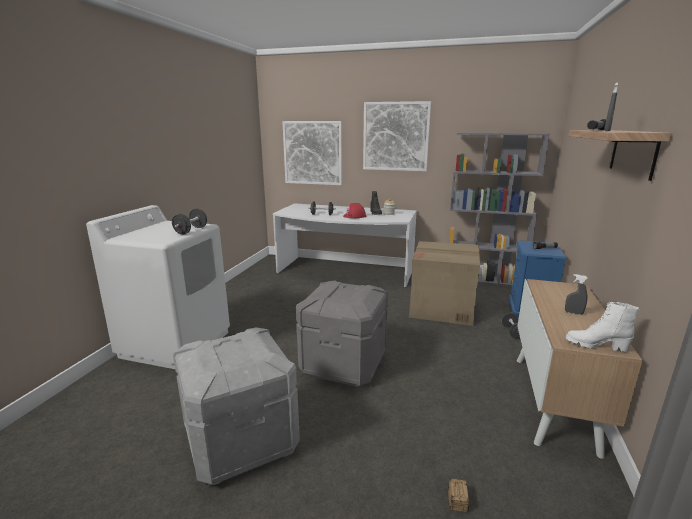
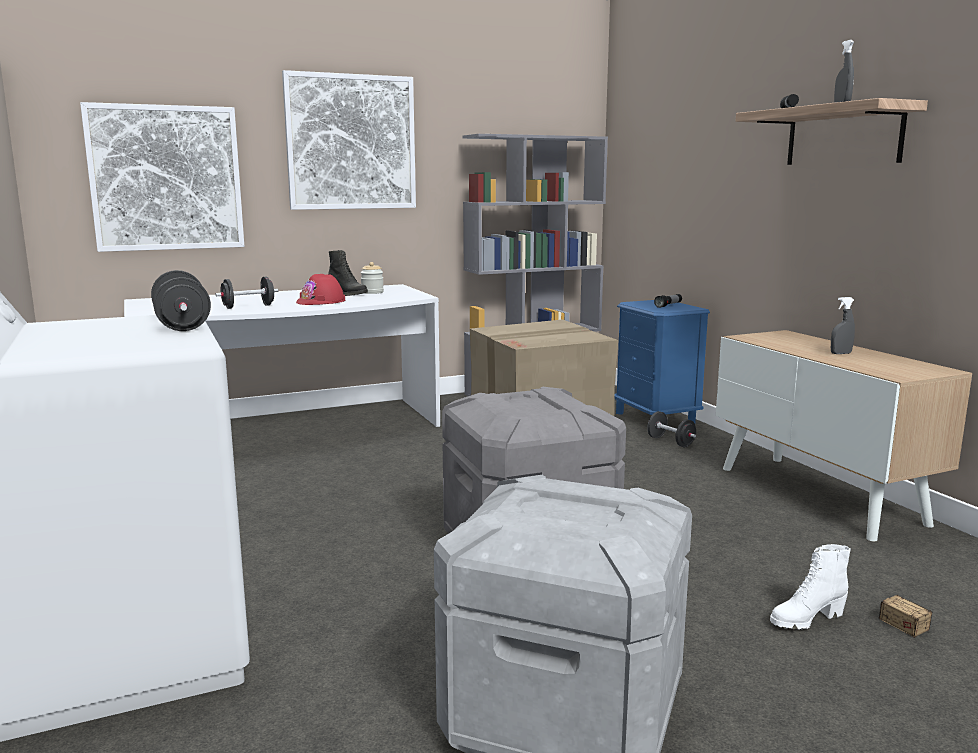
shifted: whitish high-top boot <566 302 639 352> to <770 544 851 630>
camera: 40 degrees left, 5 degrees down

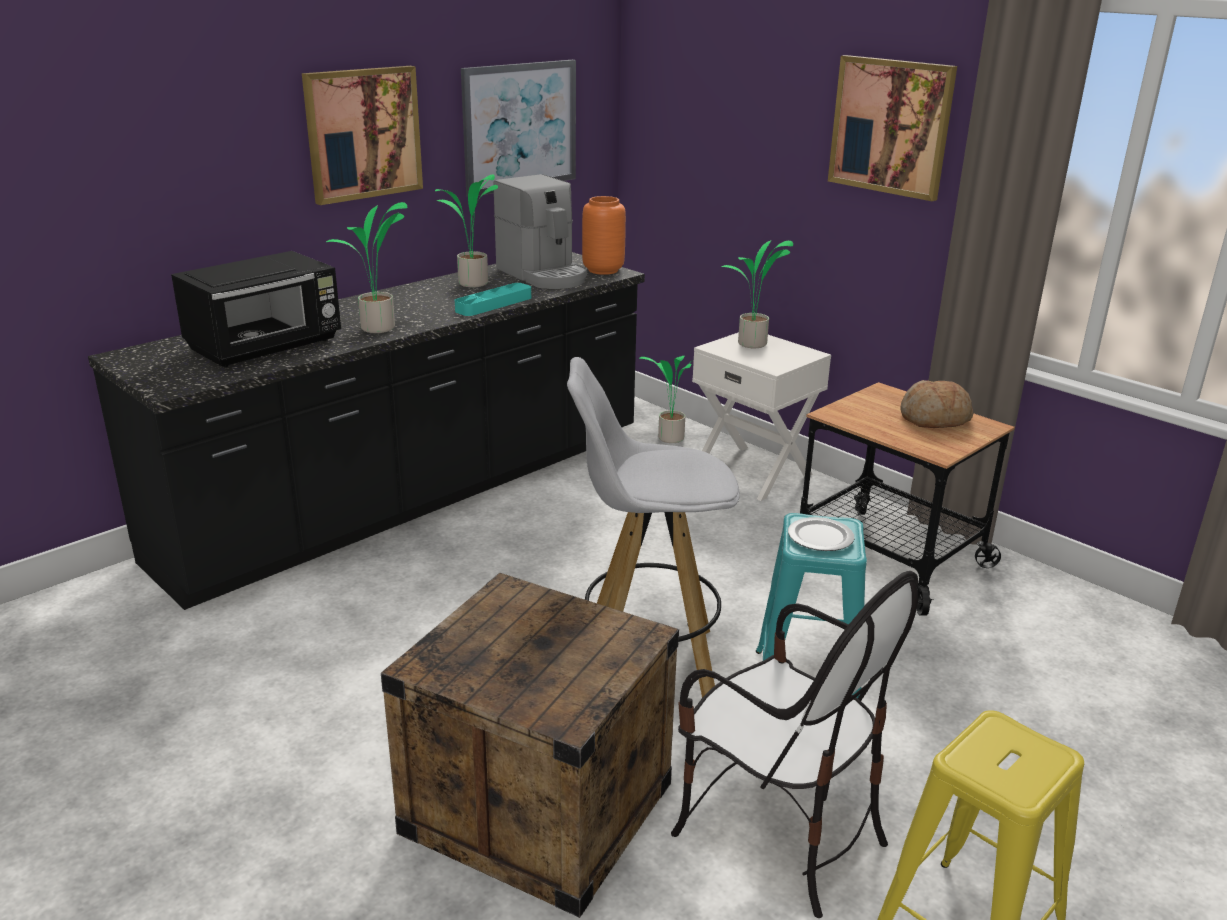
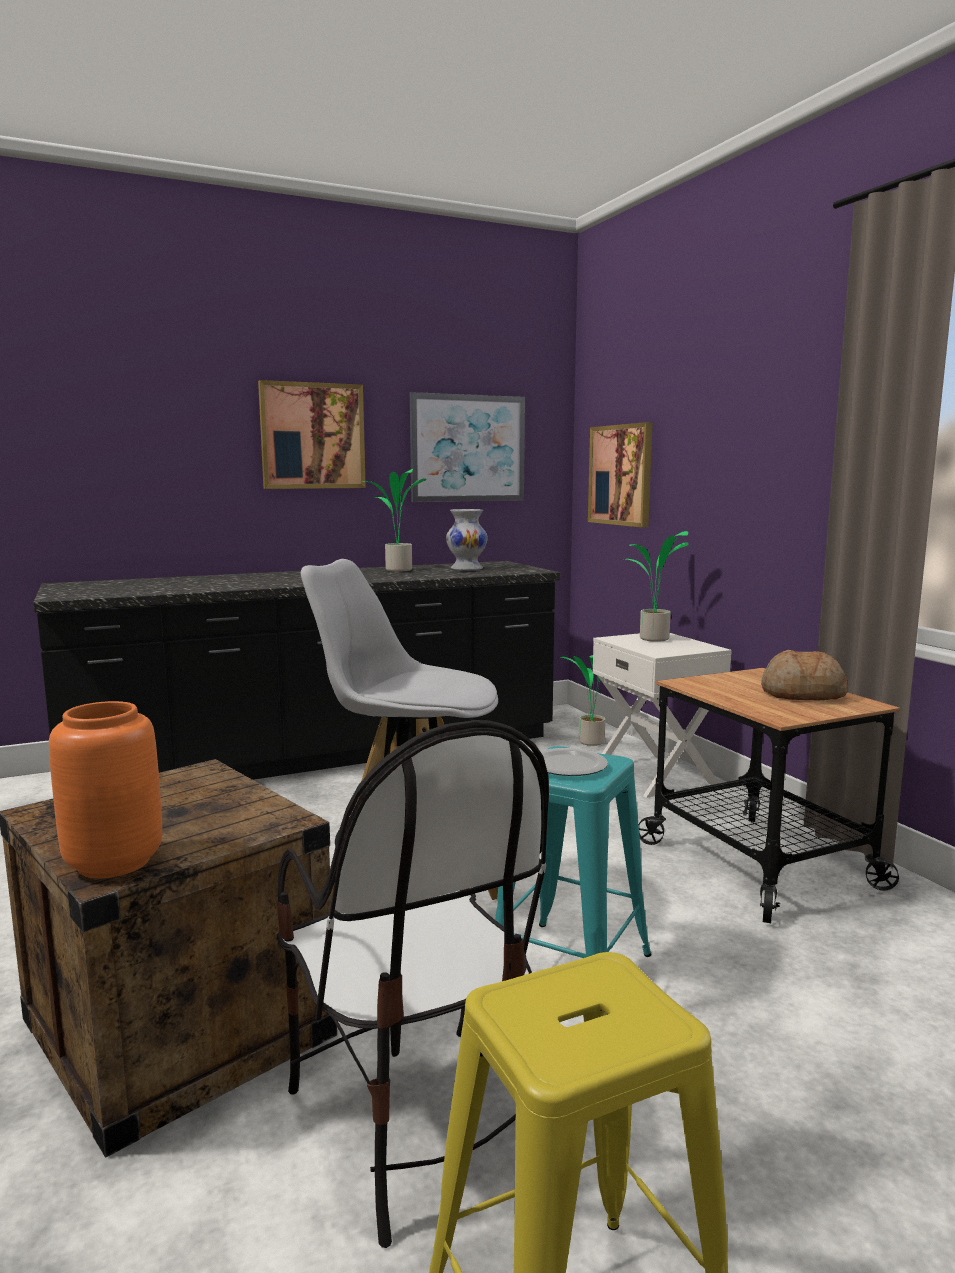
gone: black-coloured microwave <171 251 341 367>; plant in a pot <326 202 407 333>; turquoise tray <455 283 531 316>
shifted: orangey flower vase <582 196 626 275> to <49 701 162 878>; wall art <828 55 957 201> to <588 422 653 528>
swapped: coffee maker <494 174 587 289> to whitish flower vase <446 509 488 570>
camera: 20 degrees right, 15 degrees down

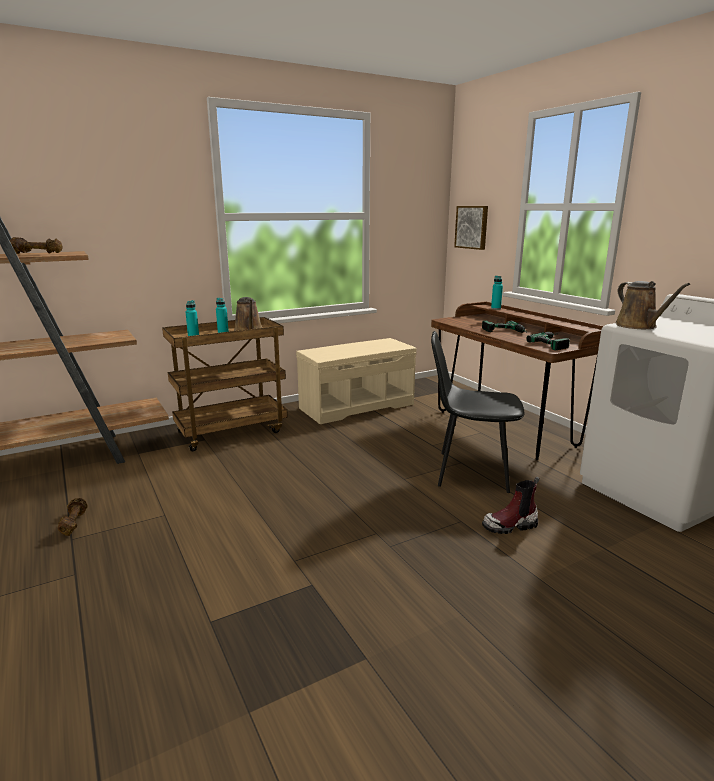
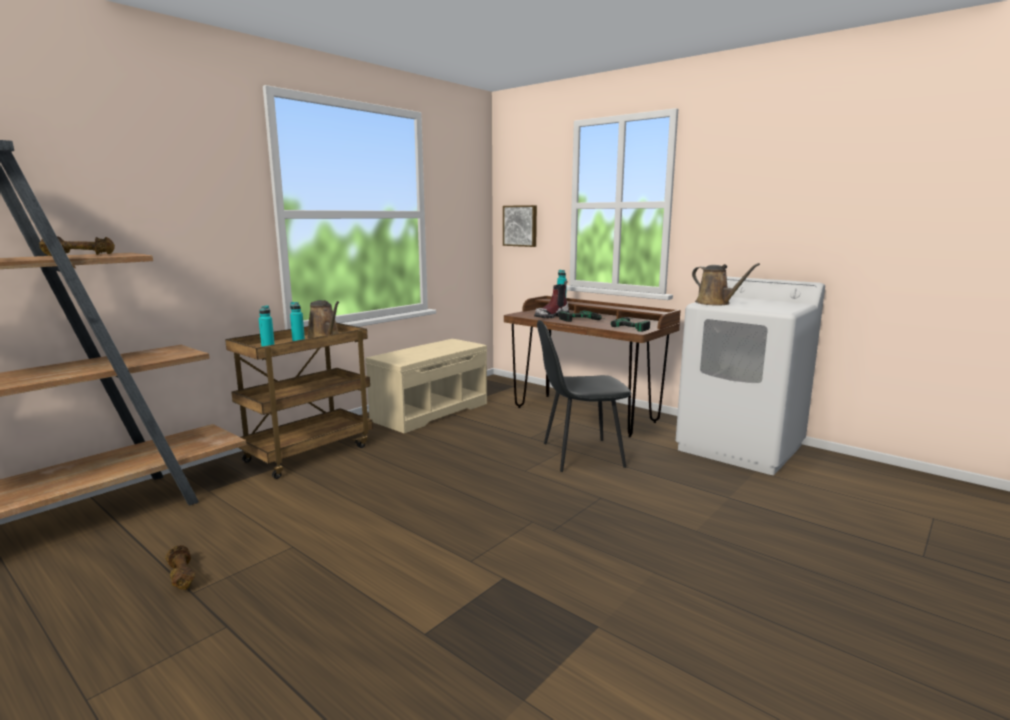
shifted: high-top boot <482 477 540 534> to <534 281 569 318>
camera: 20 degrees left, 5 degrees down

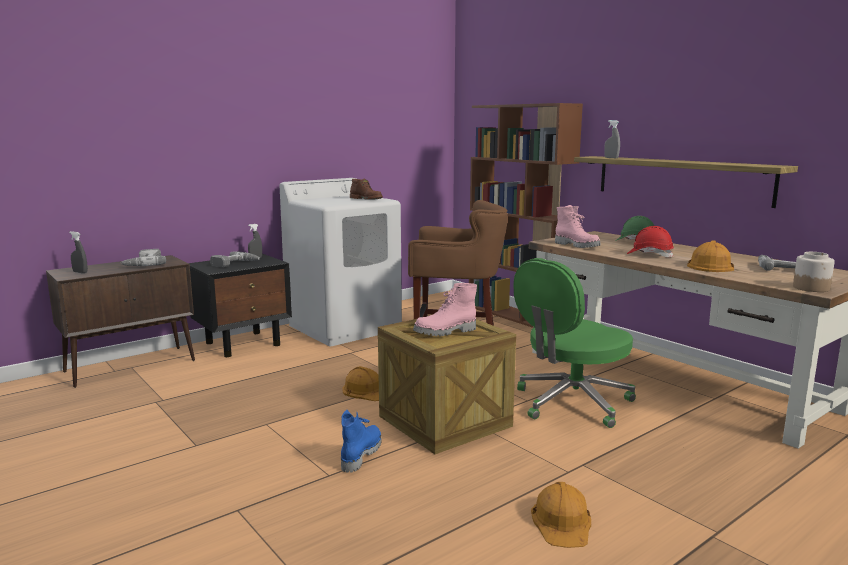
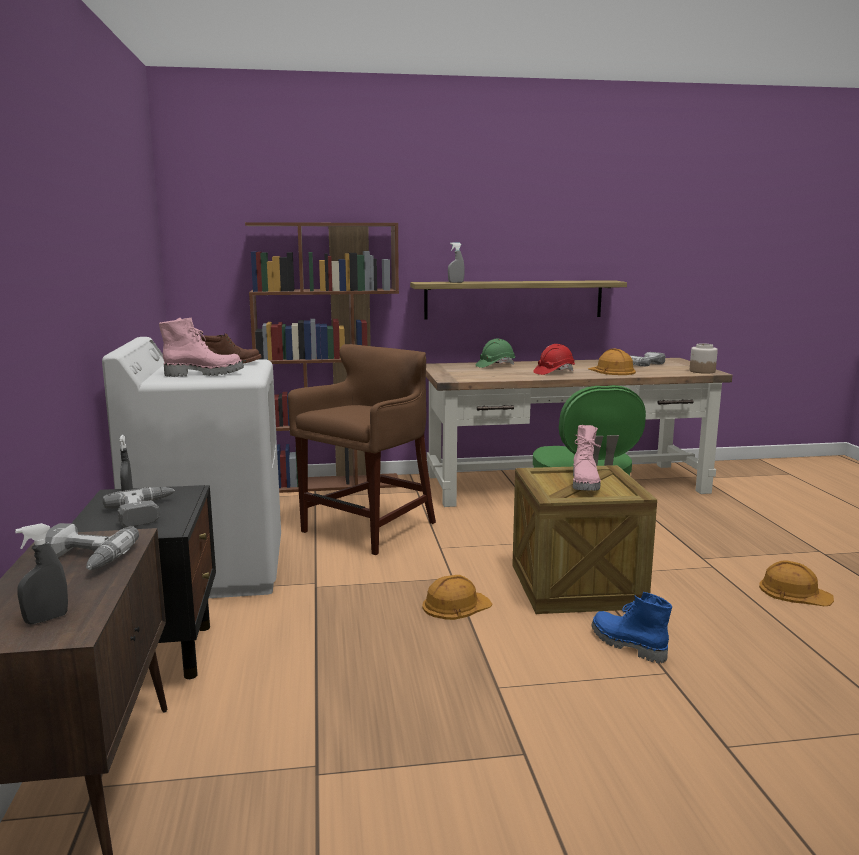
shifted: pink high-top boot <555 205 601 248> to <159 317 244 377>
camera: 60 degrees left, 0 degrees up

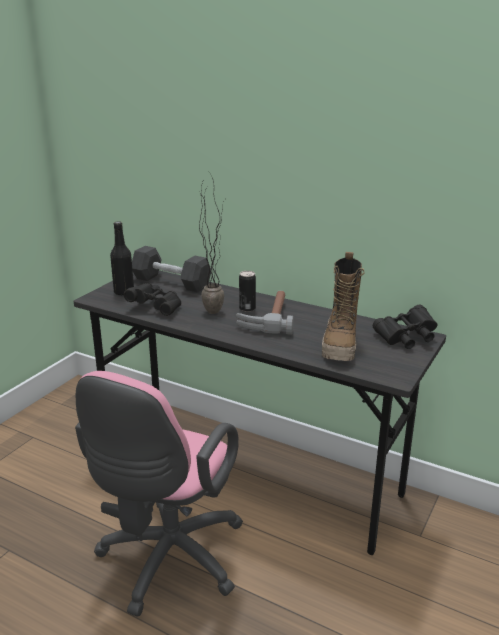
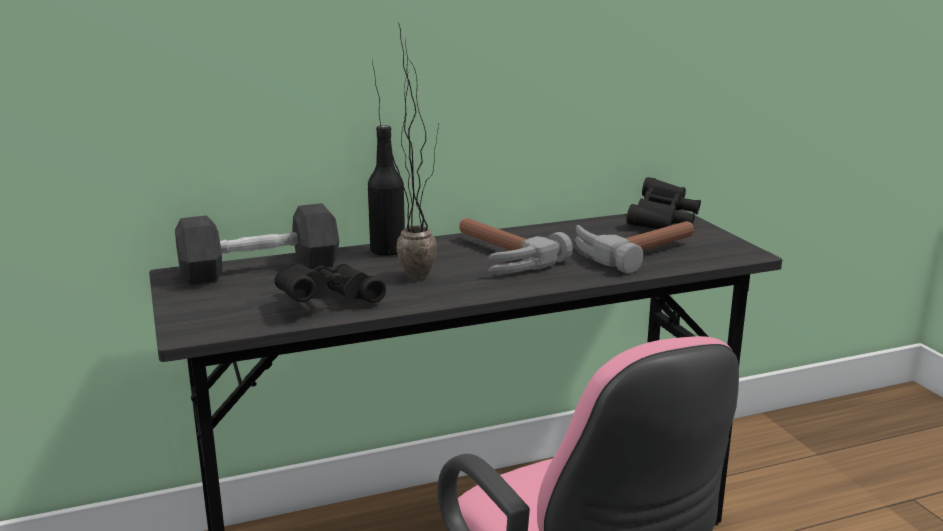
gone: can <239 271 256 312>
shifted: black-coloured bottle <110 221 134 295> to <368 125 405 256>
swapped: high-top boot <322 252 365 361> to hand hammer <575 221 694 274>
camera: 50 degrees left, 5 degrees down

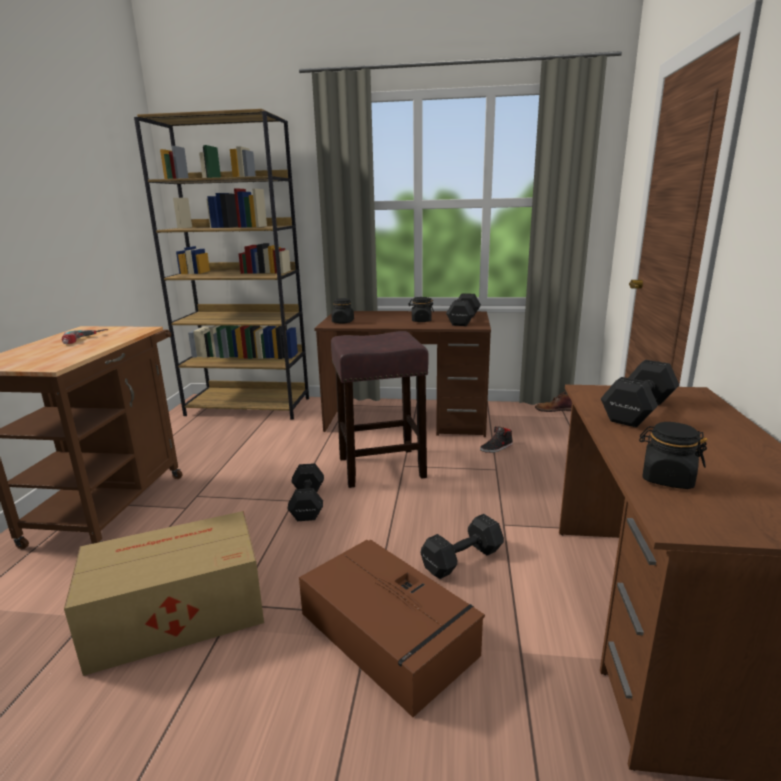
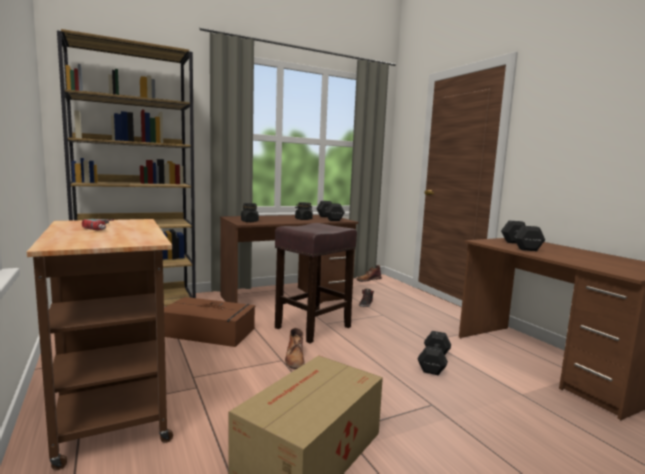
gone: black-coloured jar <639 422 708 489>
shifted: brown storage container <299 540 485 717> to <164 297 256 347>
swapped: black-coloured free weight <287 463 324 521> to brown high-top boot <285 328 305 369>
camera: 35 degrees left, 10 degrees down

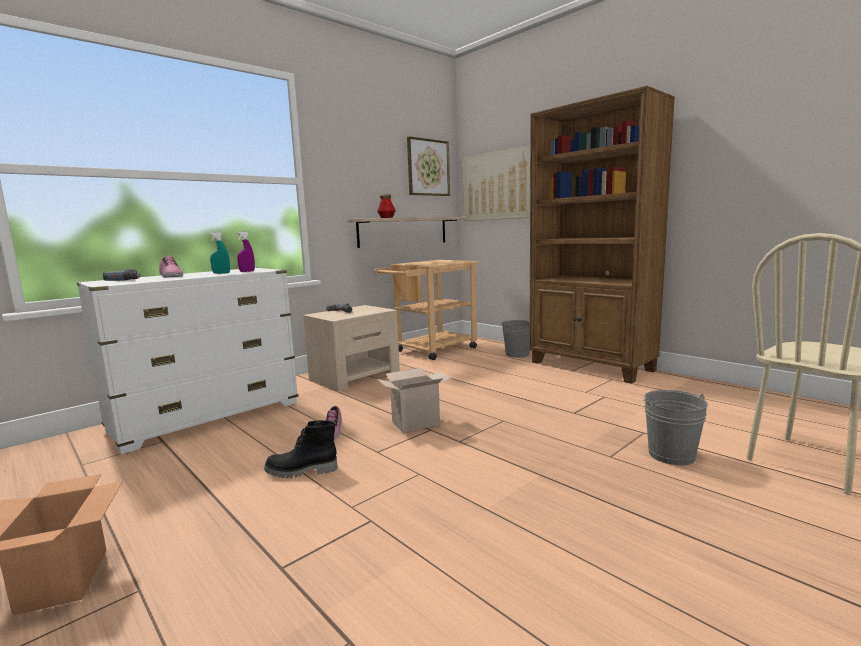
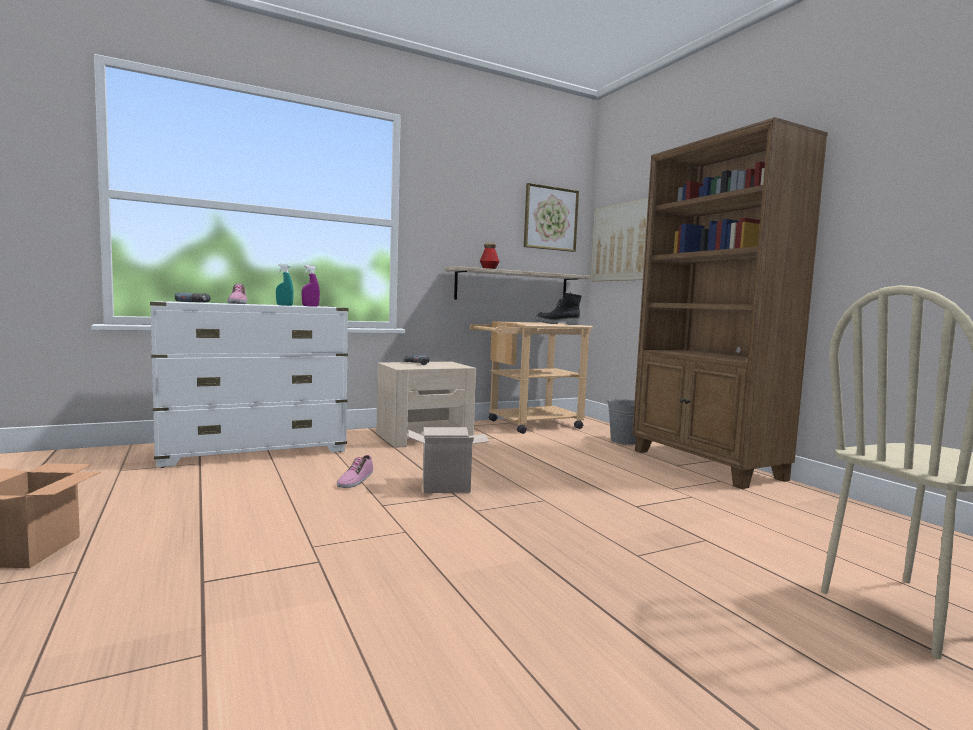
gone: gray bucket <643 390 708 465>
shifted: black-coloured high-top boot <264 420 338 478> to <535 292 581 325>
camera: 15 degrees right, 5 degrees down

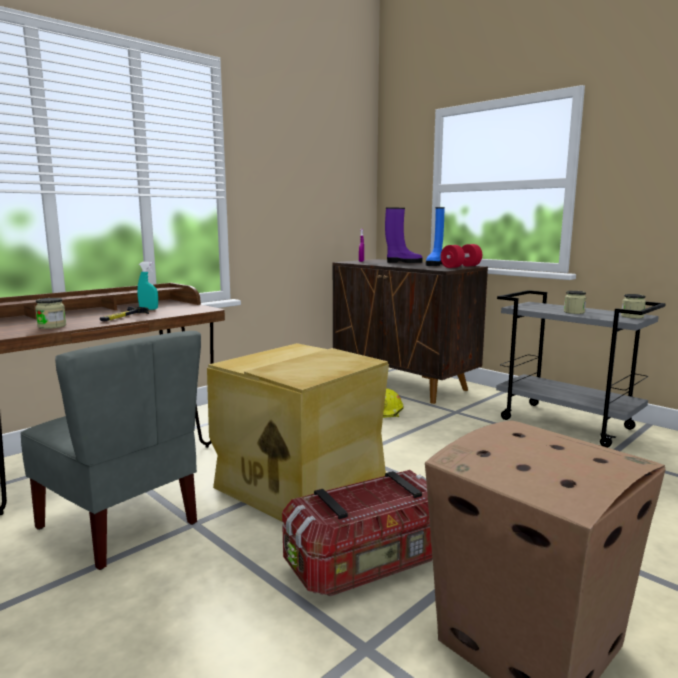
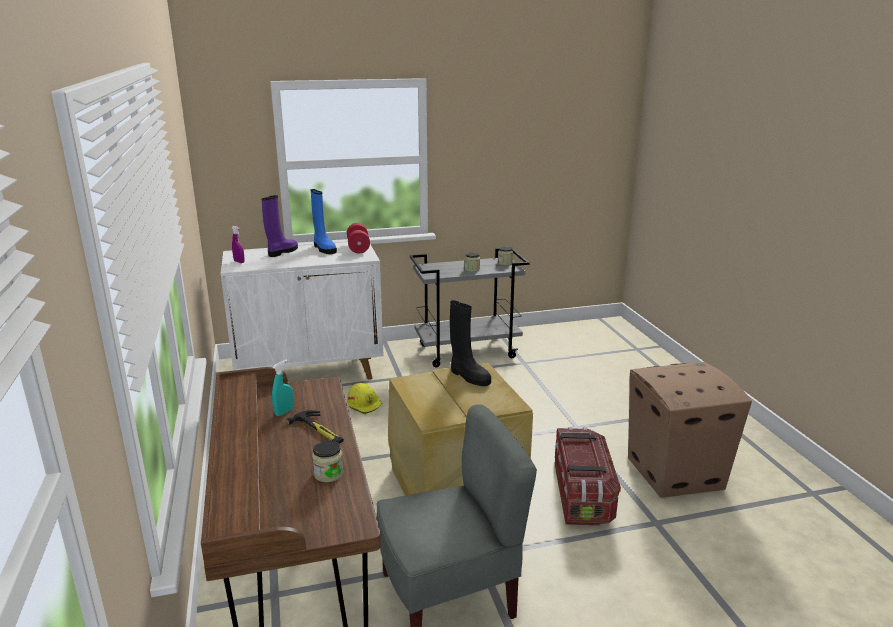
new: black-coloured high-top boot <450 300 491 386>
repainted: brown storage cabinet <333 259 488 404> to whitish storage cabinet <220 242 384 380>
camera: 60 degrees left, 10 degrees up

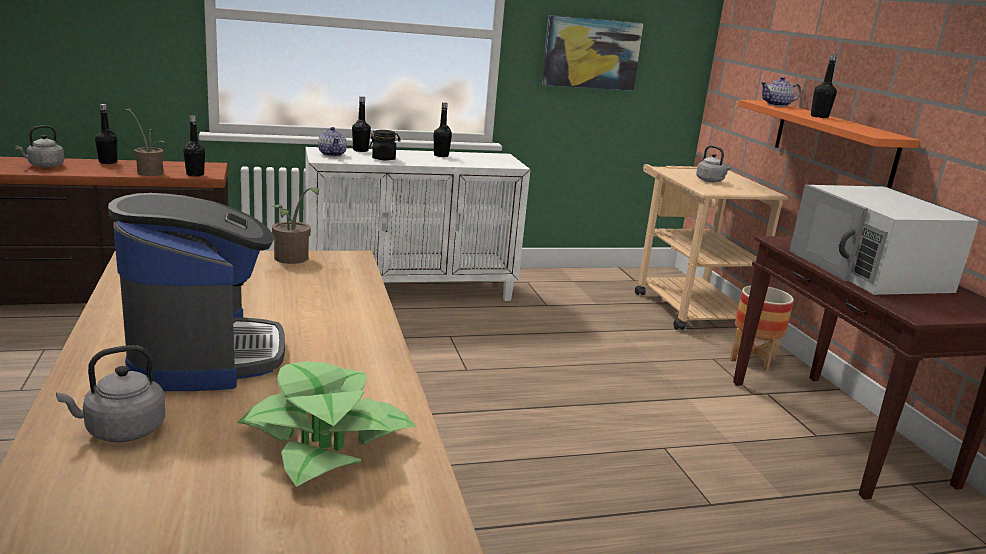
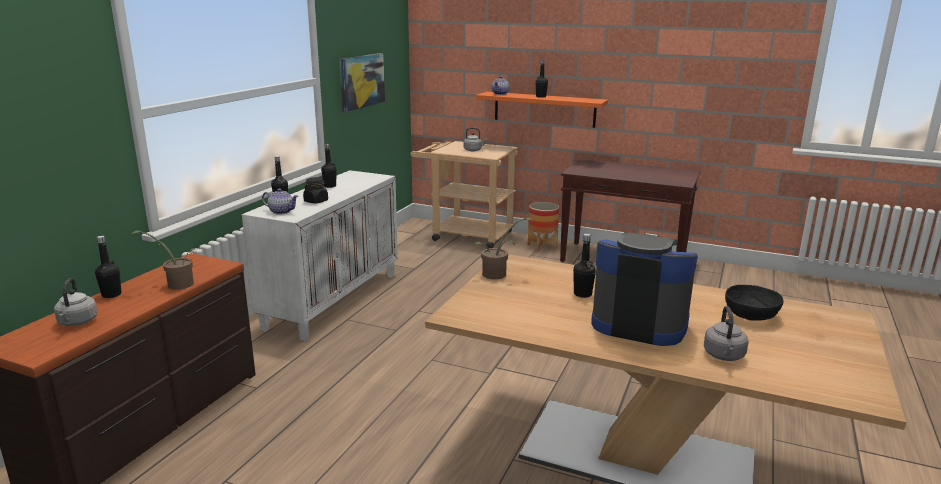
gone: whitish microwave <789 185 979 295>
shifted: black-coloured bottle <183 116 205 177> to <573 234 596 298>
swapped: plant in a pot <236 361 417 487> to black-coloured deep dish <725 285 784 321>
camera: 50 degrees left, 0 degrees up

